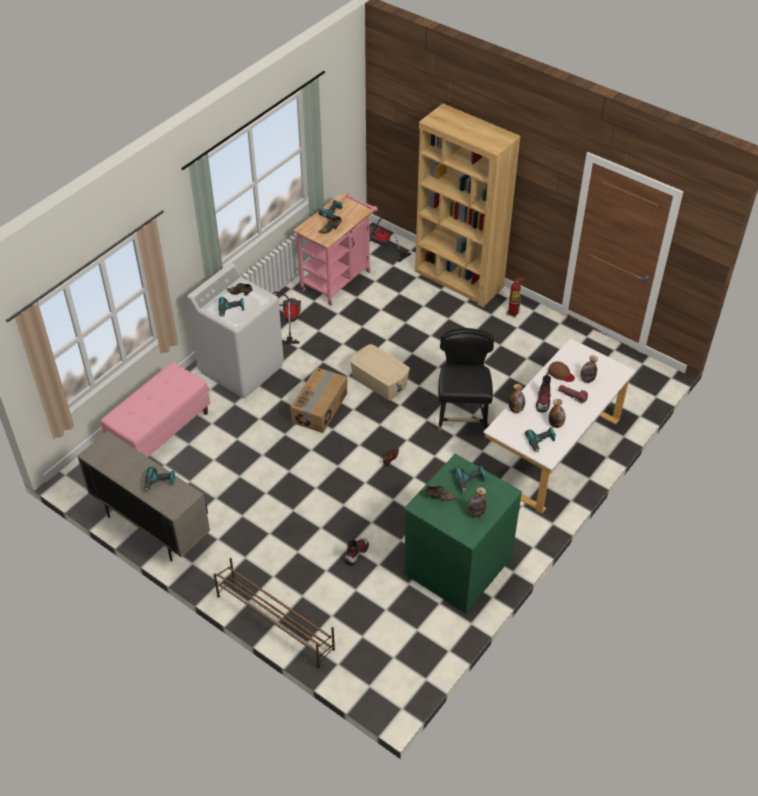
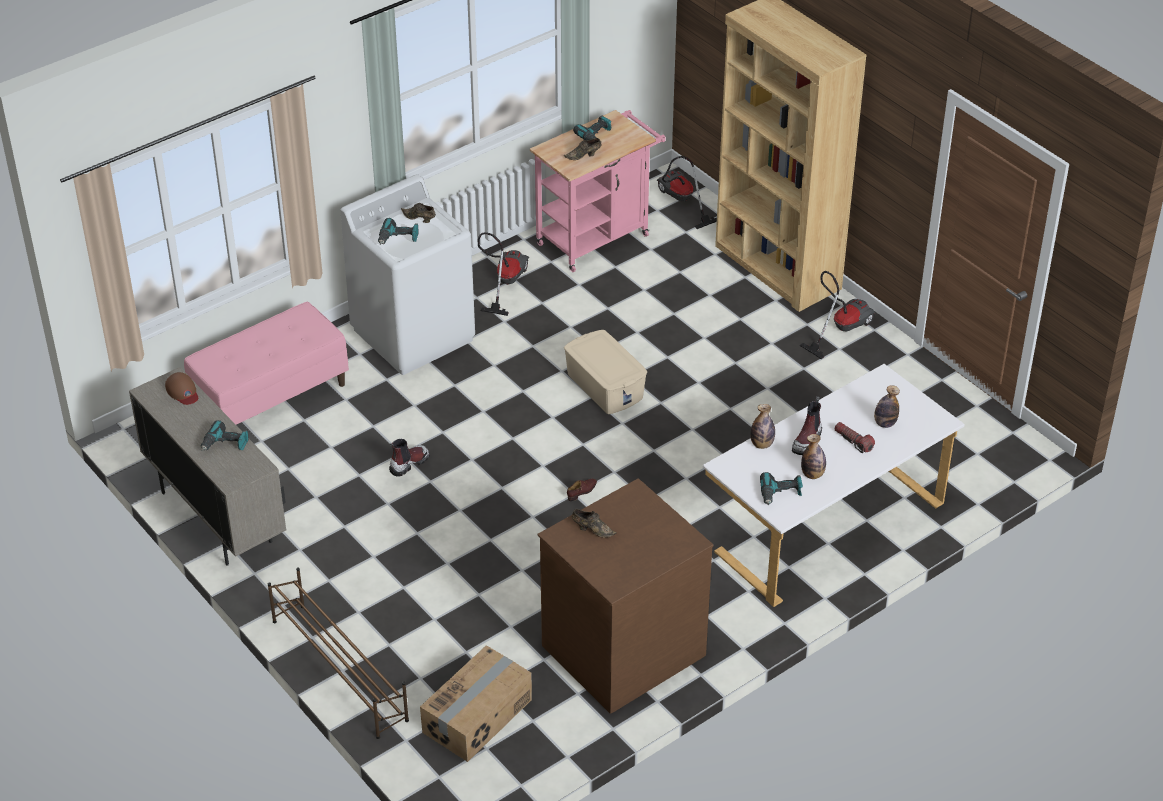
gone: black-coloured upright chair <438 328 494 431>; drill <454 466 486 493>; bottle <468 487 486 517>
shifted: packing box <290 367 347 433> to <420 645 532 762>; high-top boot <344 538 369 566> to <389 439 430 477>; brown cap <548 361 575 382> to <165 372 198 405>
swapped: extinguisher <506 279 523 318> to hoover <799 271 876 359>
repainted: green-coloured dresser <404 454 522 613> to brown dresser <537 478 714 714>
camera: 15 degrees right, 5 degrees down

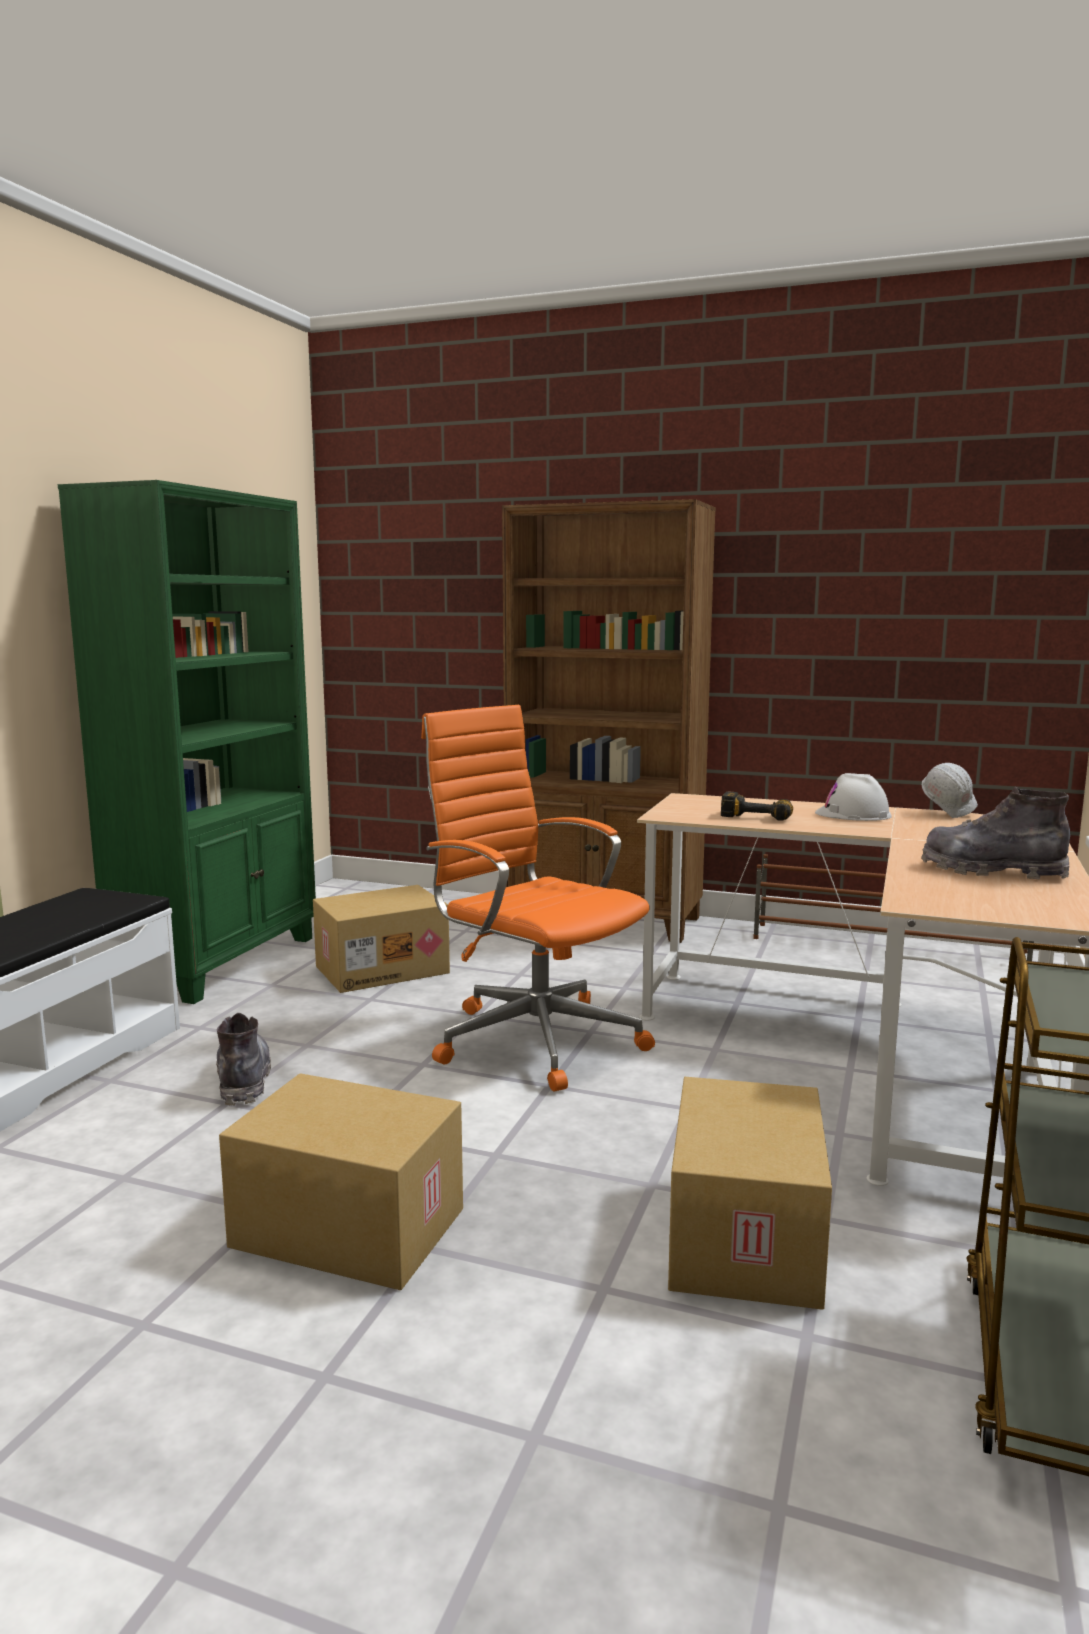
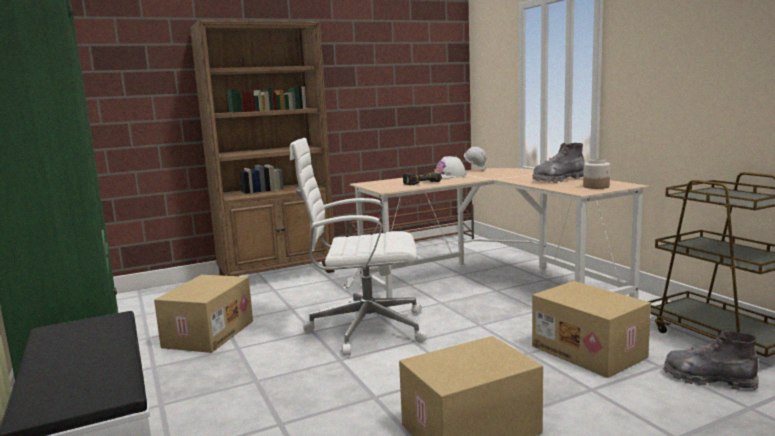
new: jar <583 159 610 189>
shifted: gray high-top boot <216 1013 271 1106> to <663 331 759 390>
repainted: orangey office chair <421 705 655 1092> to whitish office chair <290 138 427 356>
camera: 45 degrees left, 0 degrees up

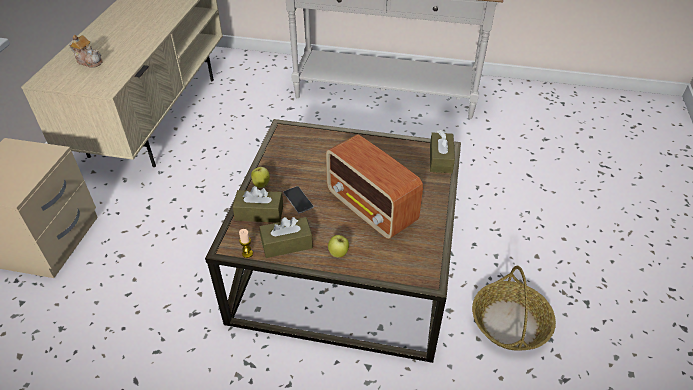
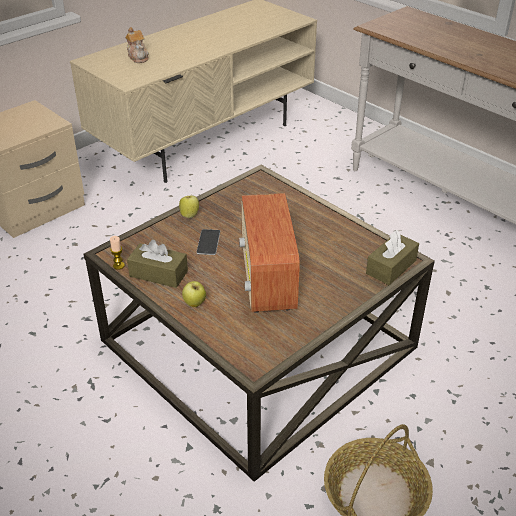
gone: brown tissue holder <233 186 283 223>
camera: 35 degrees right, 5 degrees down

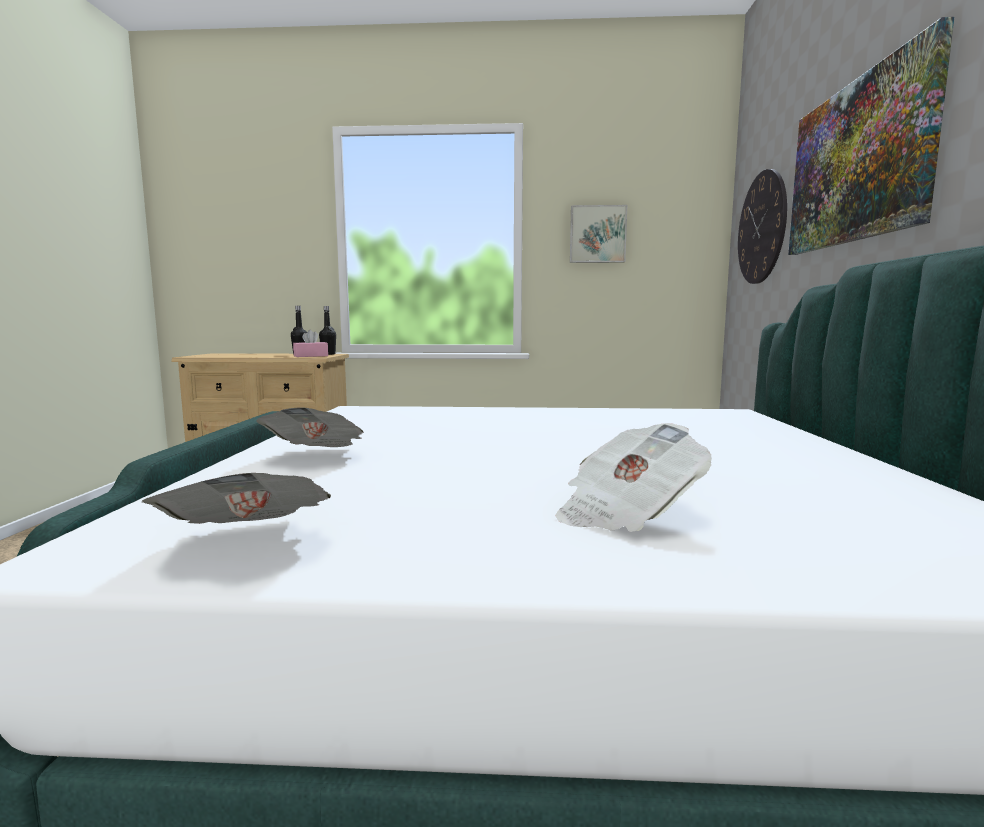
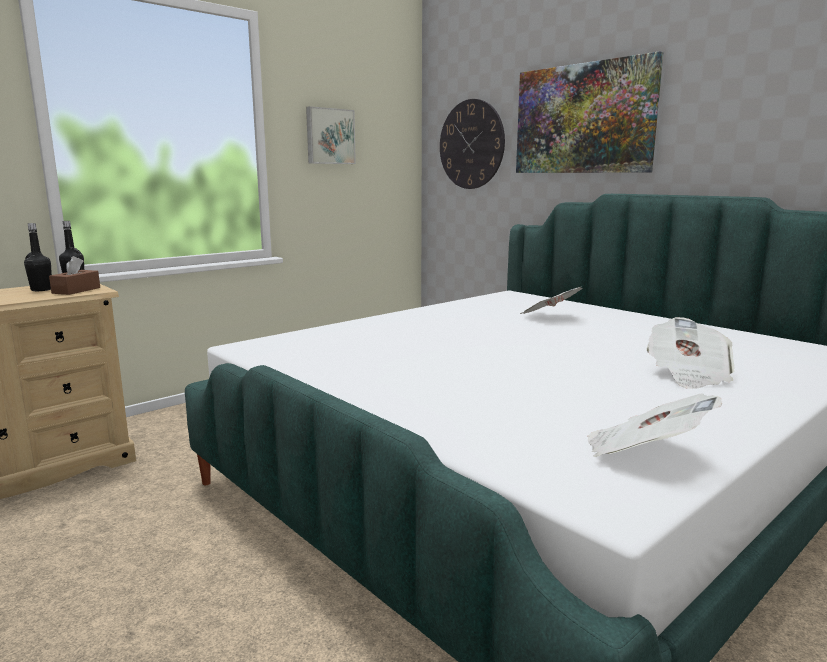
shifted: newspaper <256 407 364 447> to <520 287 583 314>
repainted: pink tissue holder <293 330 328 357> to brown tissue holder <49 256 100 295>
camera: 45 degrees left, 5 degrees up

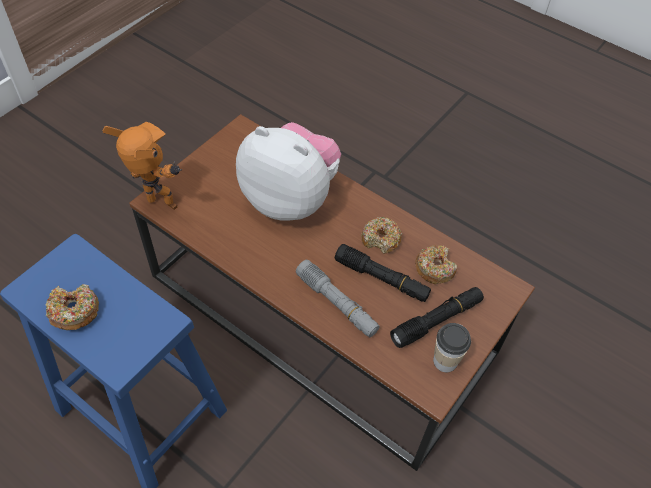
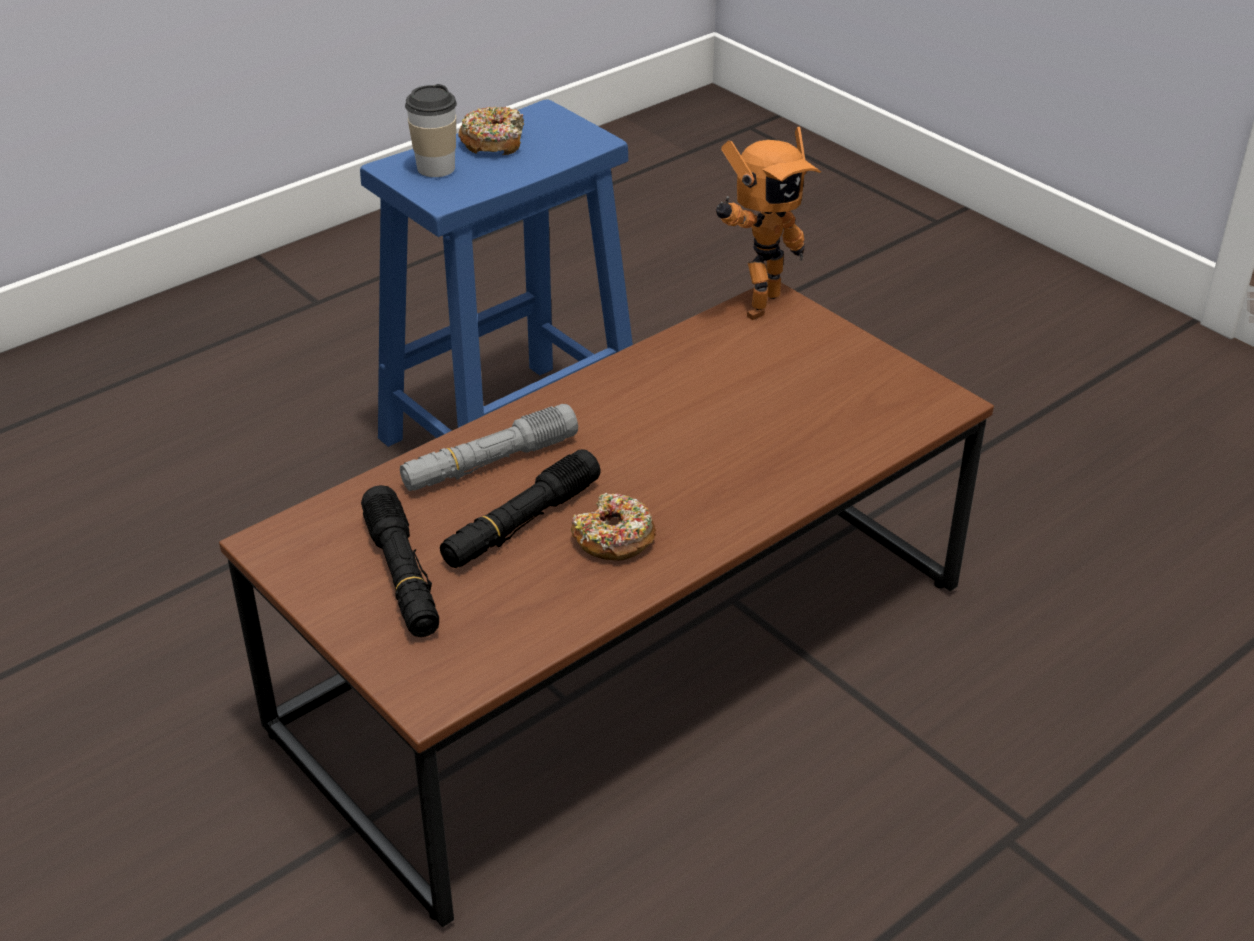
gone: soft toy <236 122 341 221>; donut <415 246 457 284>
shifted: cup <433 323 471 372> to <405 84 457 177>
camera: 105 degrees right, 15 degrees down

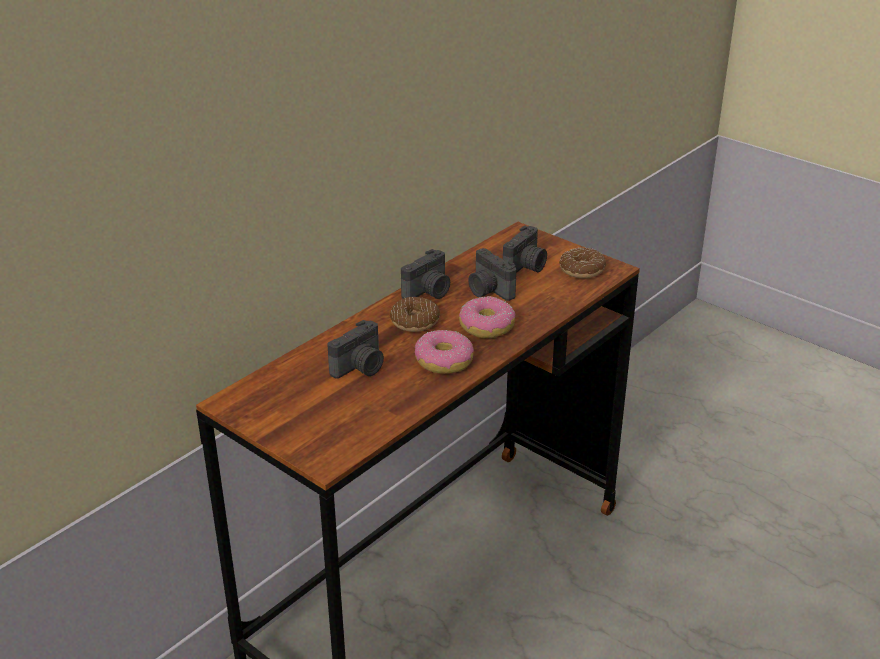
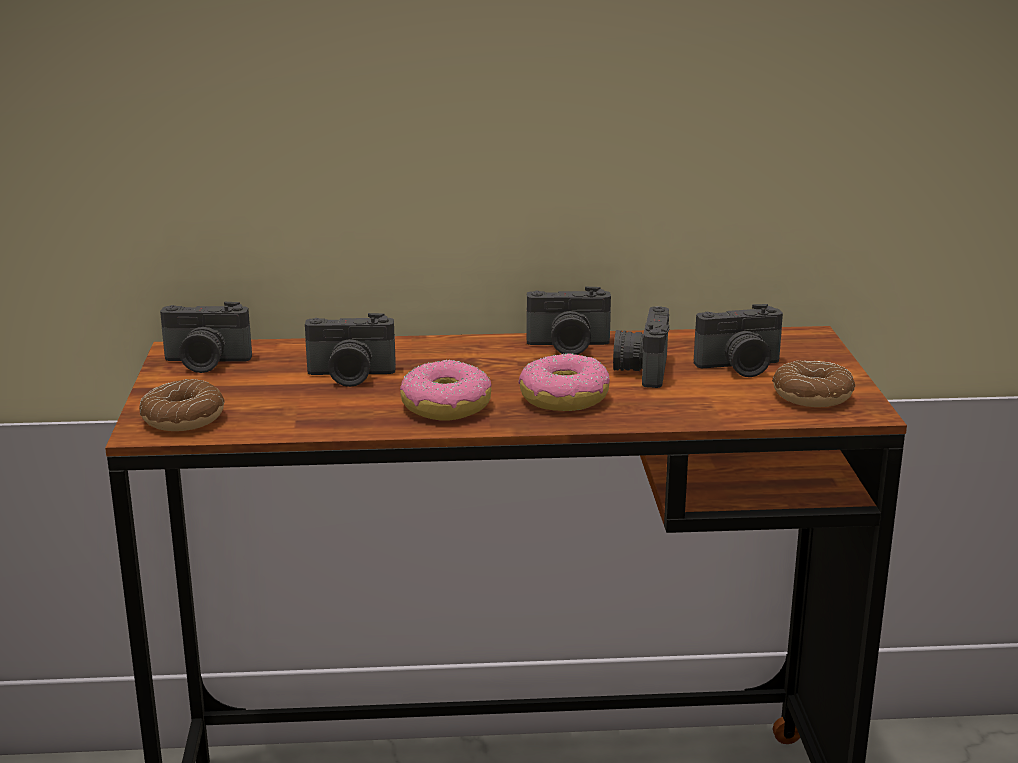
new: still camera <160 302 252 373>
shifted: donut <390 297 440 332> to <139 379 224 431>
camera: 45 degrees right, 10 degrees down

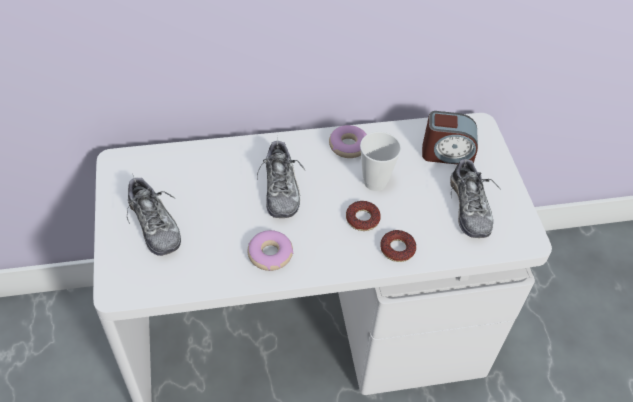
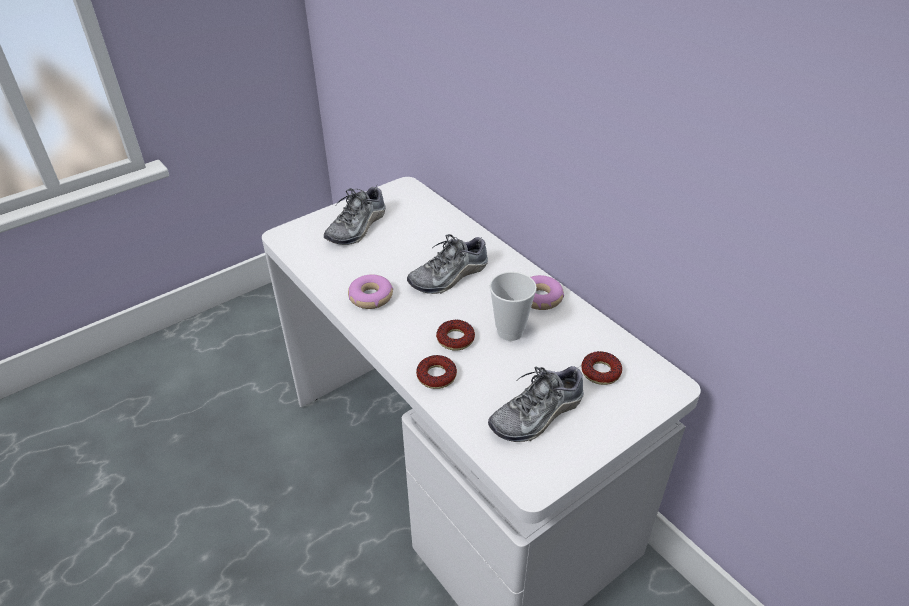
swapped: alarm clock <422 111 478 165> to donut <581 351 622 385>
camera: 65 degrees right, 10 degrees down

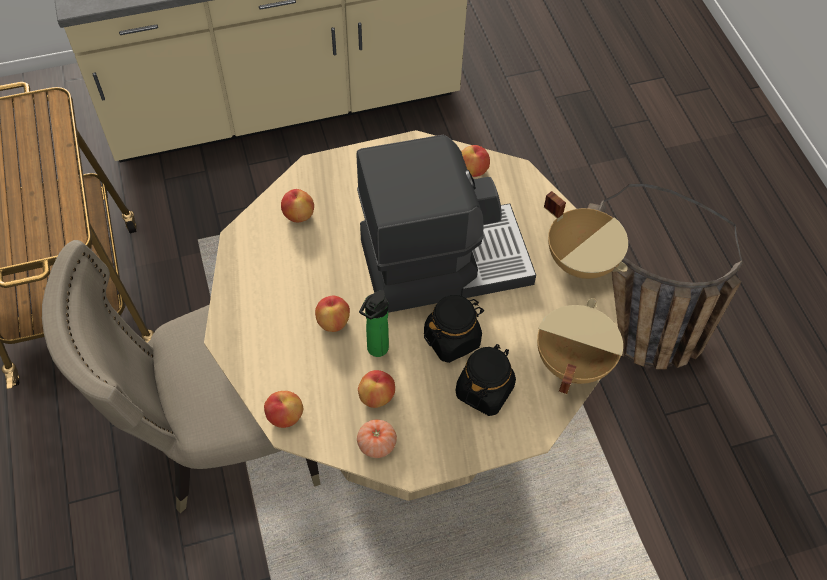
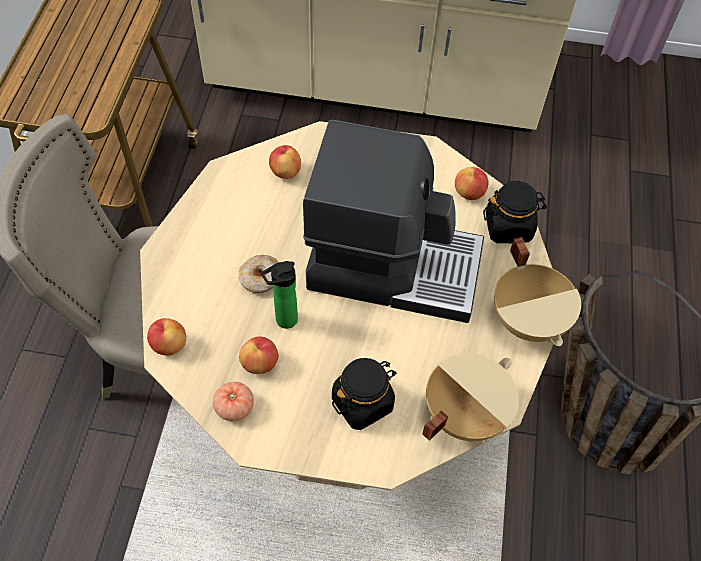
shifted: black-coloured jar <424 295 484 363> to <483 181 547 243>
swapped: whole apple <315 296 350 332> to donut <239 255 279 293>
camera: 25 degrees right, 0 degrees up

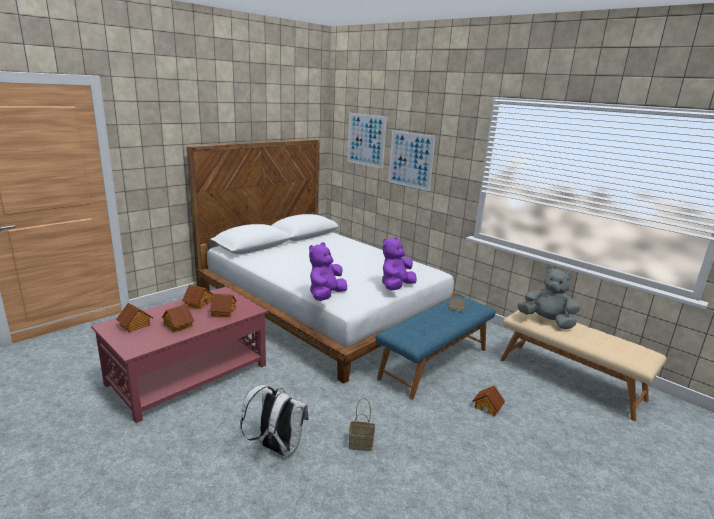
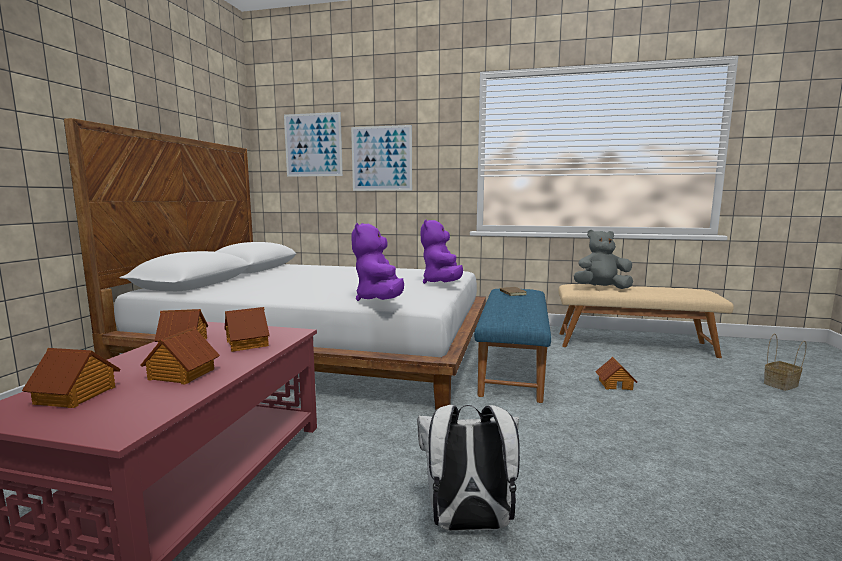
shifted: basket <349 398 375 451> to <764 334 806 391>
camera: 30 degrees left, 10 degrees down

